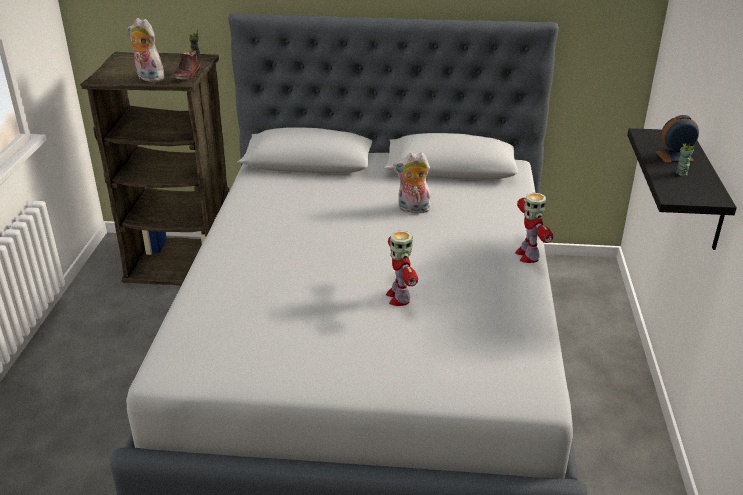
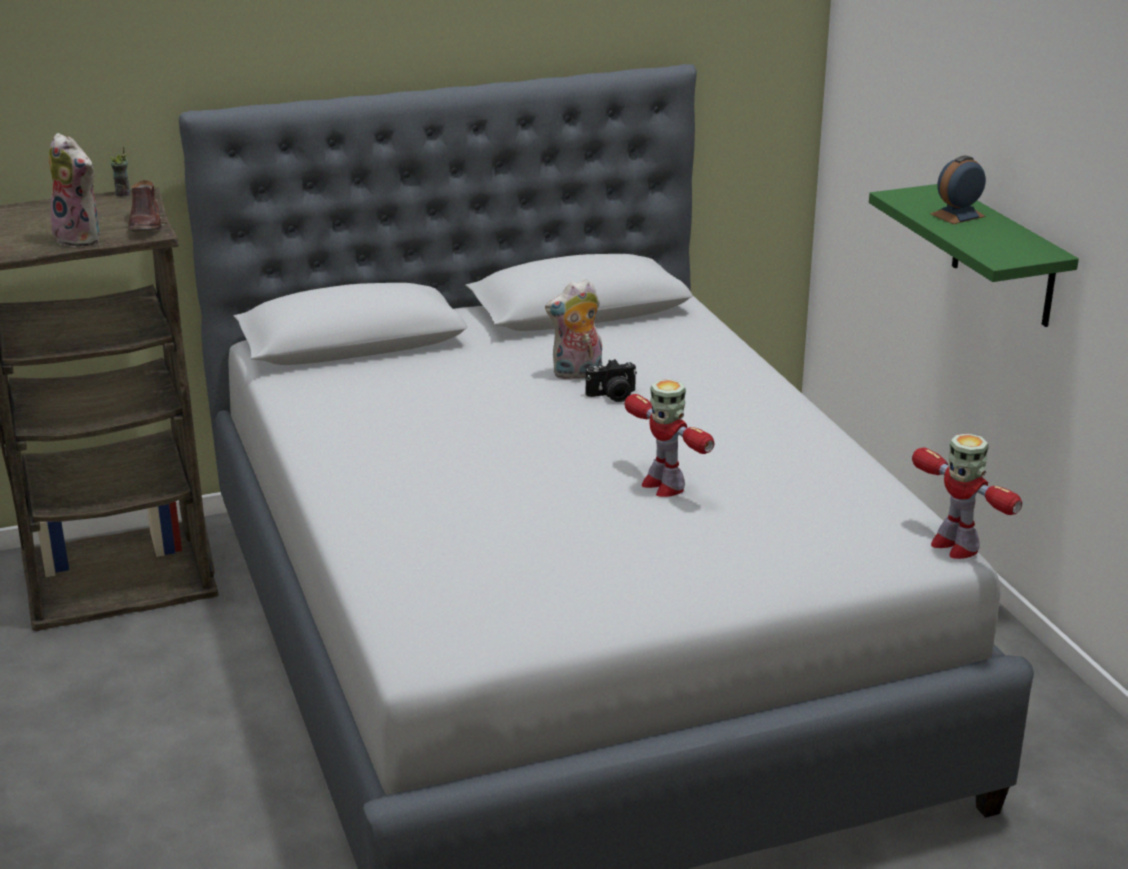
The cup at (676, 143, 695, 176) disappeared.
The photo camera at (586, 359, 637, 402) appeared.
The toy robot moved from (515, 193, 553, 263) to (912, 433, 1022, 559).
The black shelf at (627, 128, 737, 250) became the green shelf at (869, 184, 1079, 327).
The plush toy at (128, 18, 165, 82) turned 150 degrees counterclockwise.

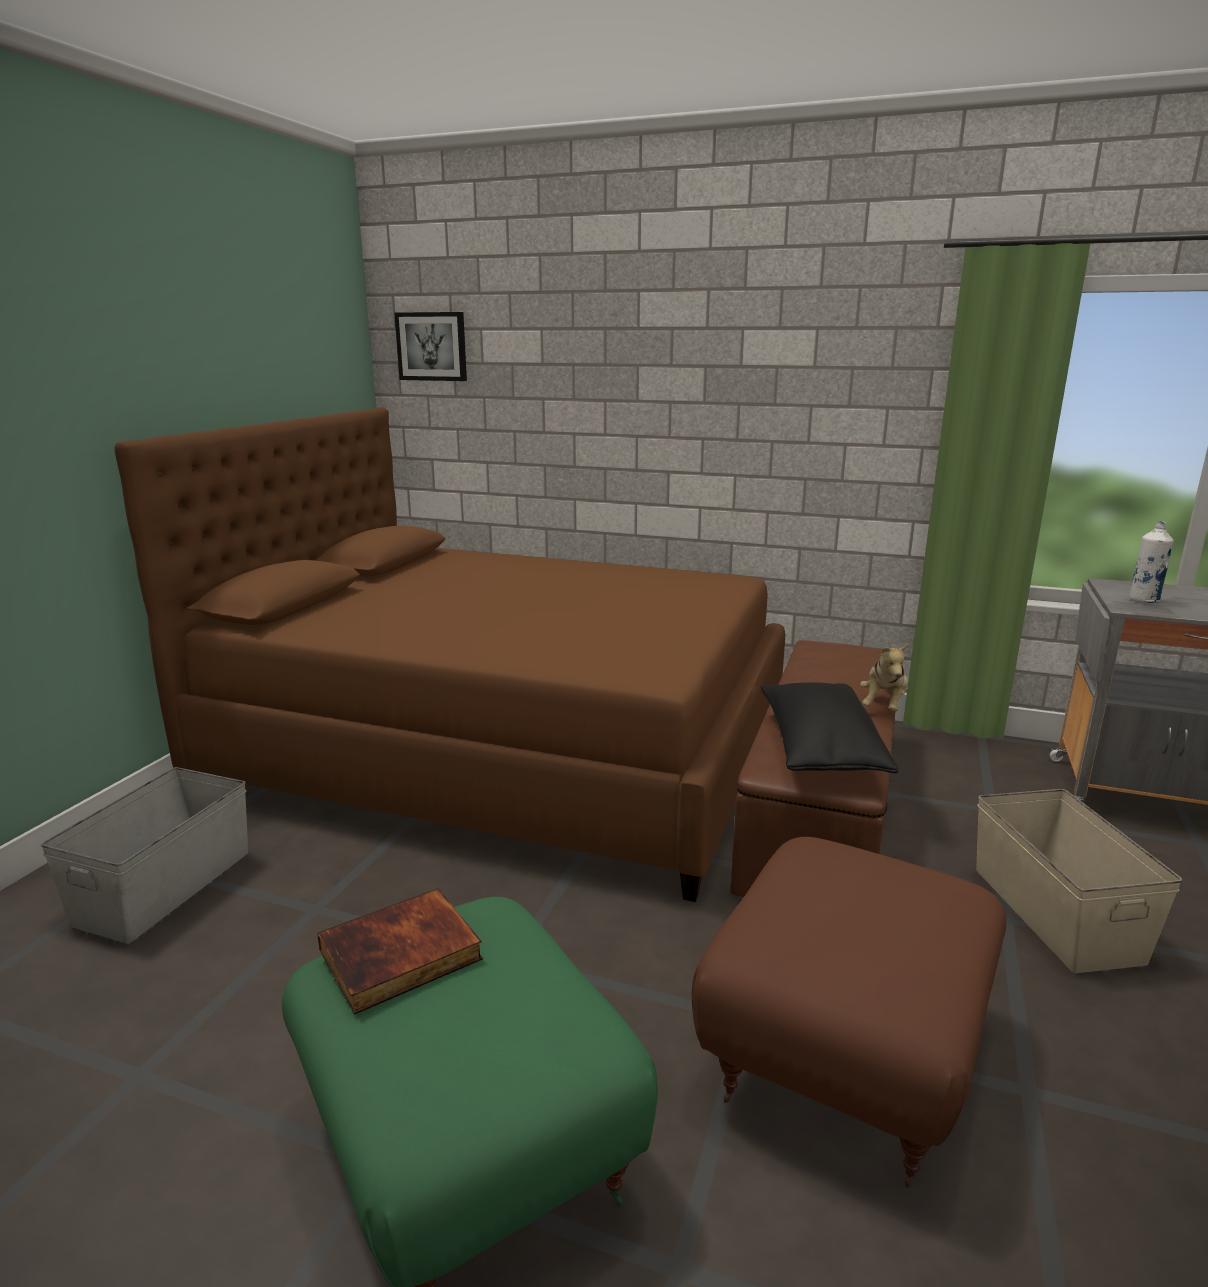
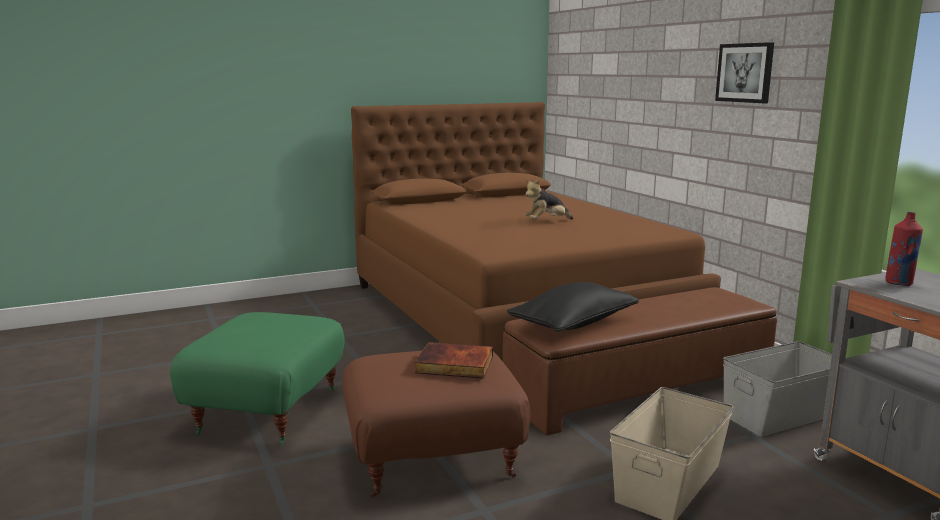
The grey storage box moved from (40, 767, 248, 944) to (723, 341, 832, 437).
The book moved from (317, 888, 483, 1015) to (415, 342, 493, 379).
The picture moved from (394, 312, 467, 381) to (715, 42, 774, 103).
The plush toy moved from (860, 643, 908, 712) to (525, 179, 573, 219).
The white bottle at (1129, 521, 1174, 603) became the red bottle at (885, 212, 923, 286).

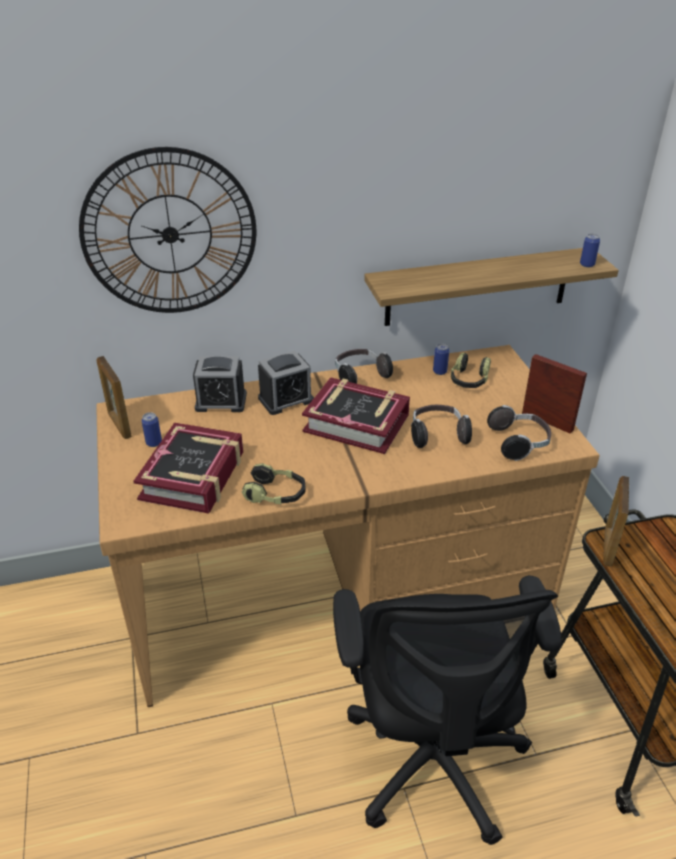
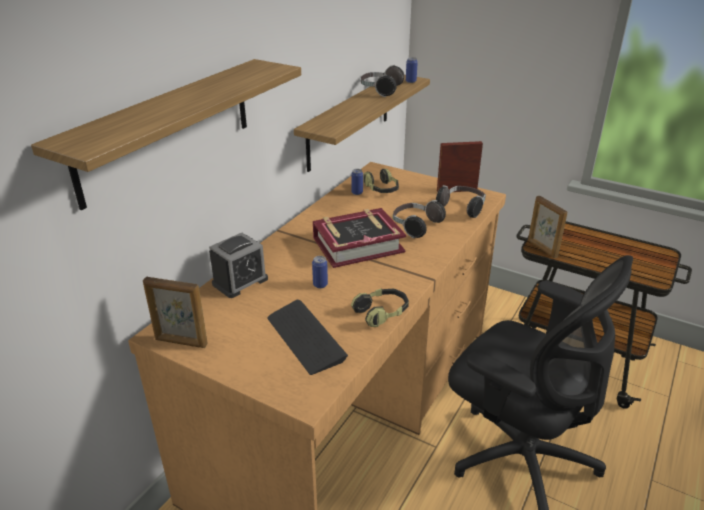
The alarm clock at (258, 351, 314, 415) disappeared.
The can moved from (142, 412, 162, 447) to (312, 256, 328, 288).
The headphones moved from (335, 349, 393, 384) to (361, 65, 404, 97).
The wall clock at (79, 147, 256, 313) was replaced by the shelf at (31, 59, 301, 210).
The book at (133, 423, 243, 514) was replaced by the keyboard at (267, 300, 348, 375).

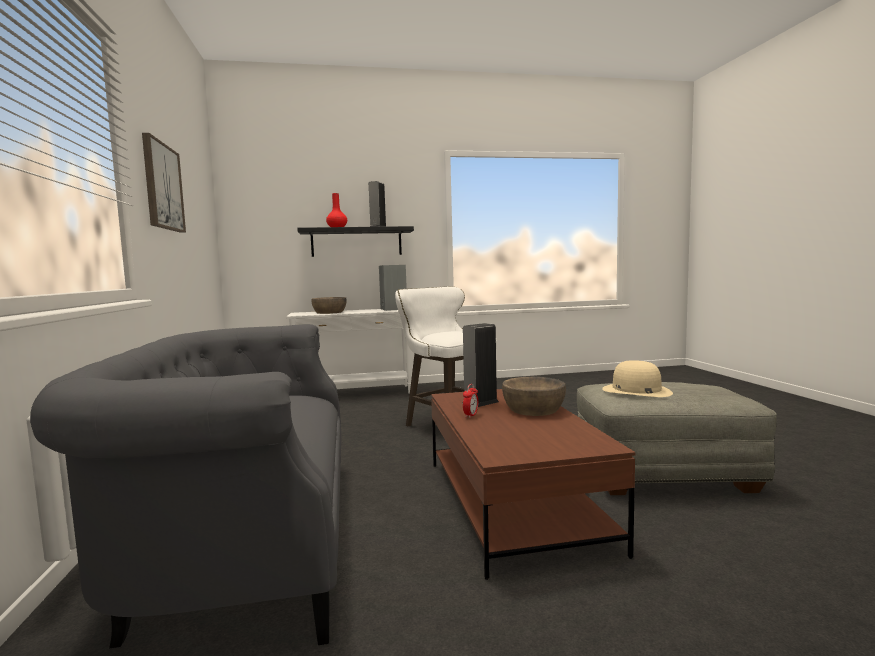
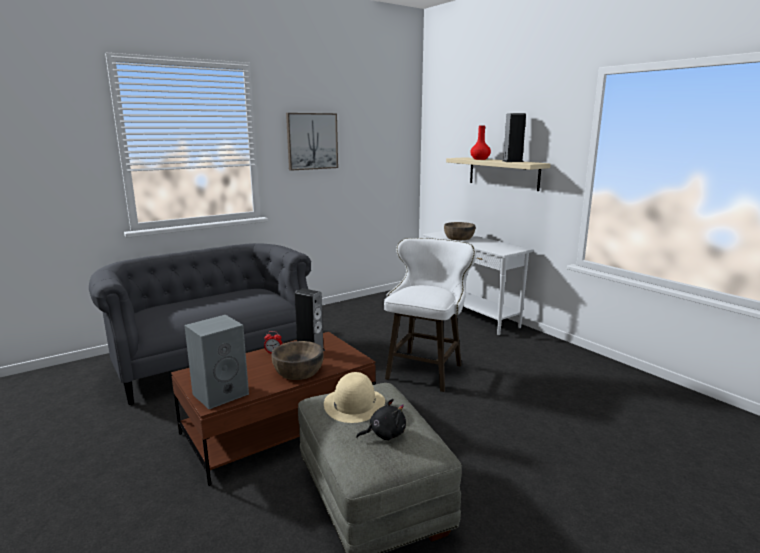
The black plush toy at (356, 399, 406, 441) appeared.
The grey speaker moved from (379, 265, 407, 311) to (184, 315, 249, 409).
The black shelf at (297, 226, 414, 257) became the beige shelf at (446, 157, 551, 191).

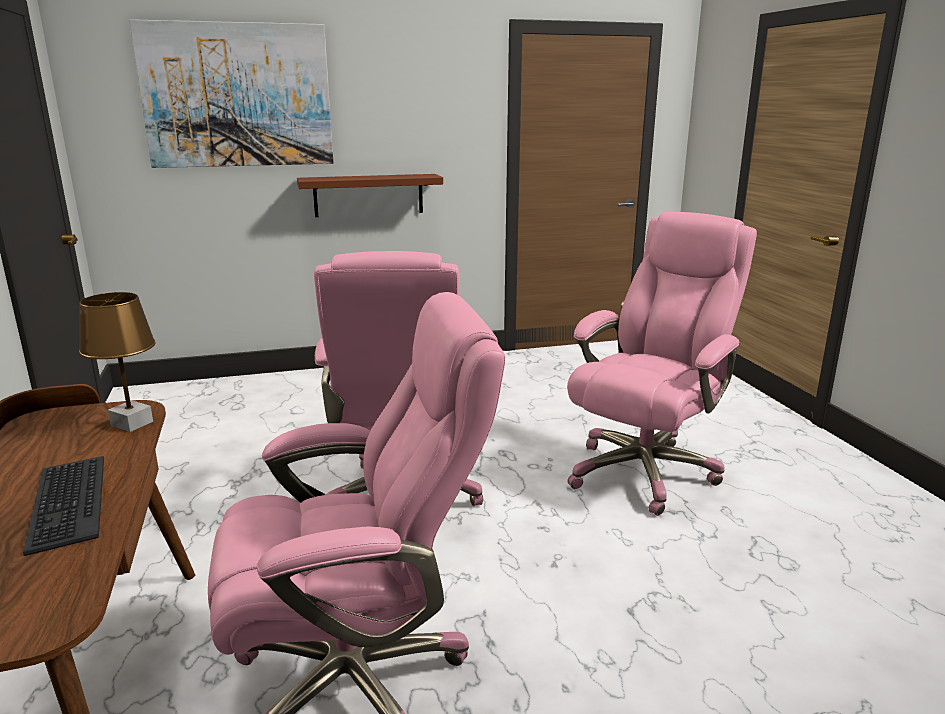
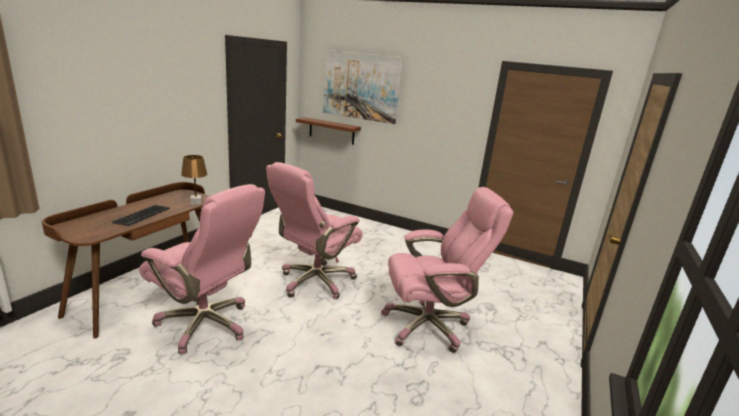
The brown shelf moved from (297, 174, 443, 217) to (296, 117, 361, 144).

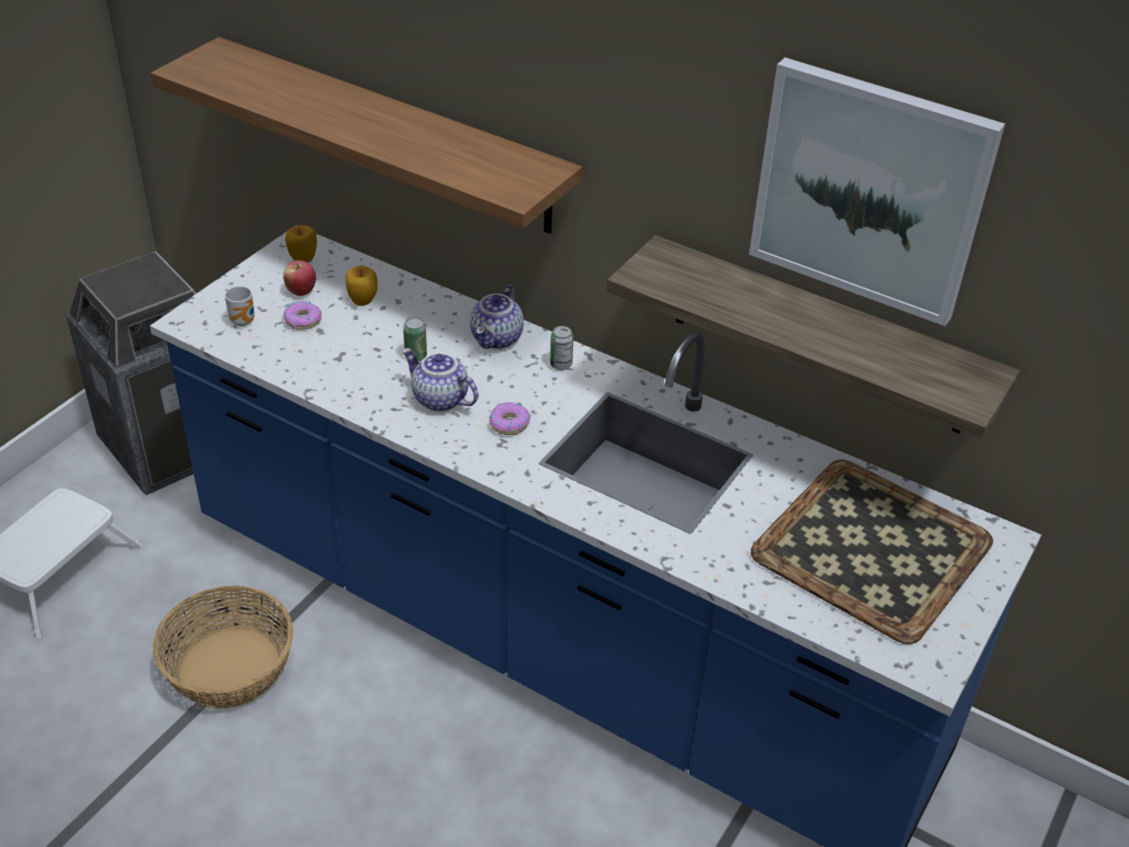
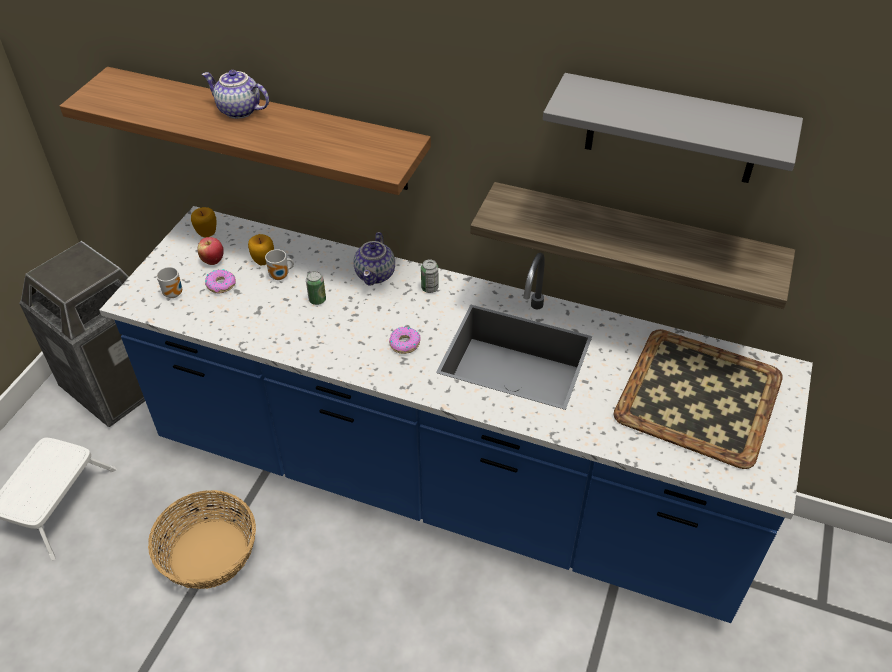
The mug at (265, 249, 294, 280) appeared.
The teapot moved from (402, 348, 478, 412) to (202, 70, 269, 119).
The picture at (749, 58, 1005, 326) was replaced by the grey shelf at (543, 73, 803, 183).

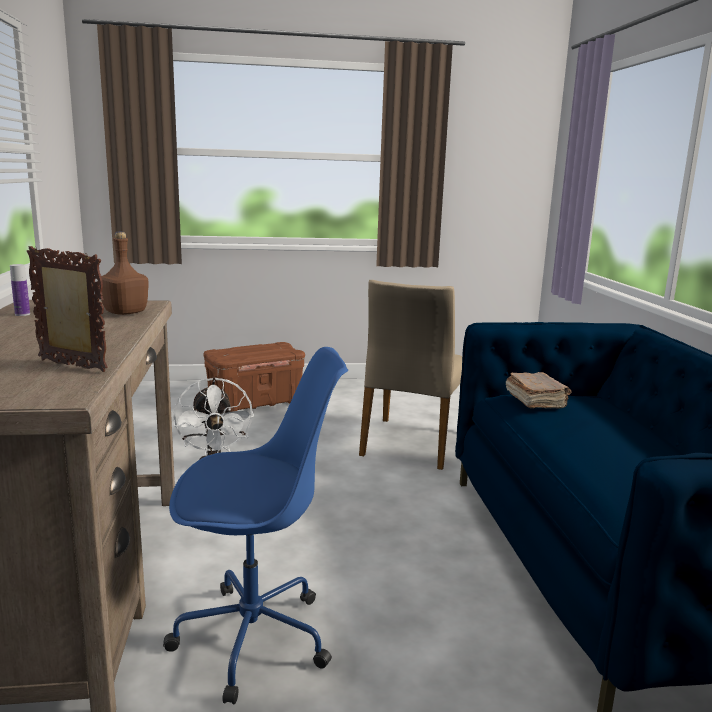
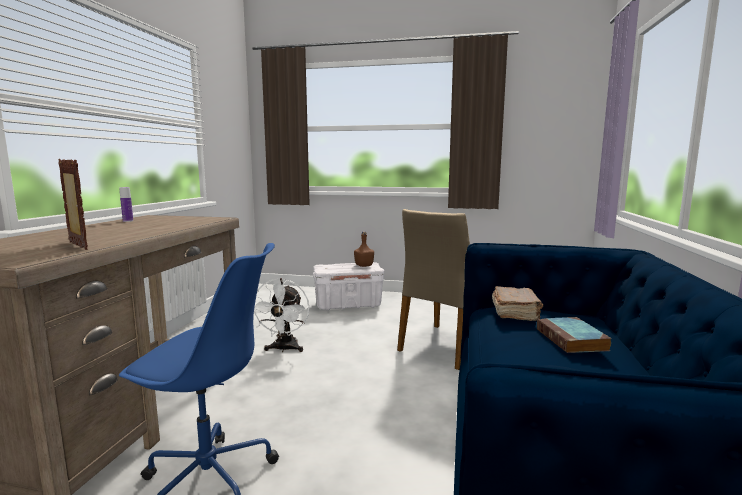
The book at (537, 317, 612, 353) appeared.
The brown bottle moved from (101, 232, 149, 315) to (354, 231, 374, 267).
The brown storage box at (203, 342, 305, 412) became the white storage box at (313, 262, 384, 310).

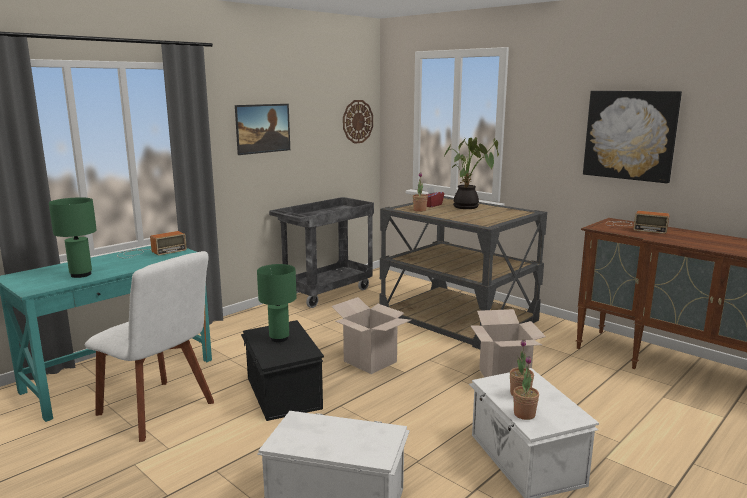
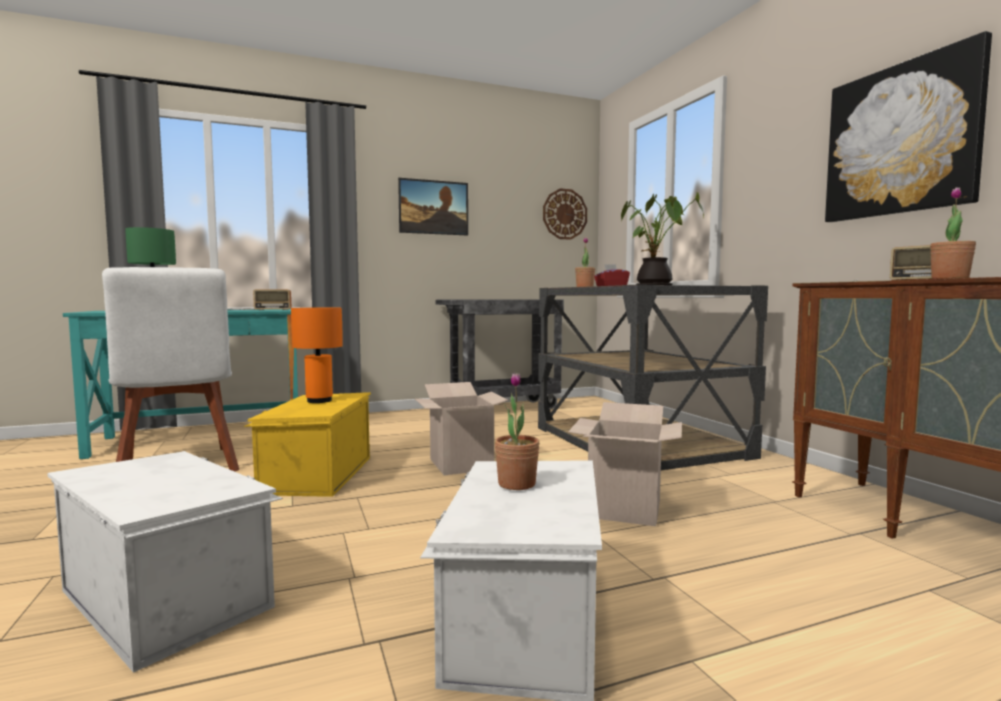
The potted plant moved from (513, 356, 539, 420) to (930, 187, 976, 279).
The black storage box at (241, 320, 324, 421) became the yellow storage box at (244, 392, 371, 497).
The green table lamp at (257, 264, 296, 342) became the orange table lamp at (291, 307, 343, 403).

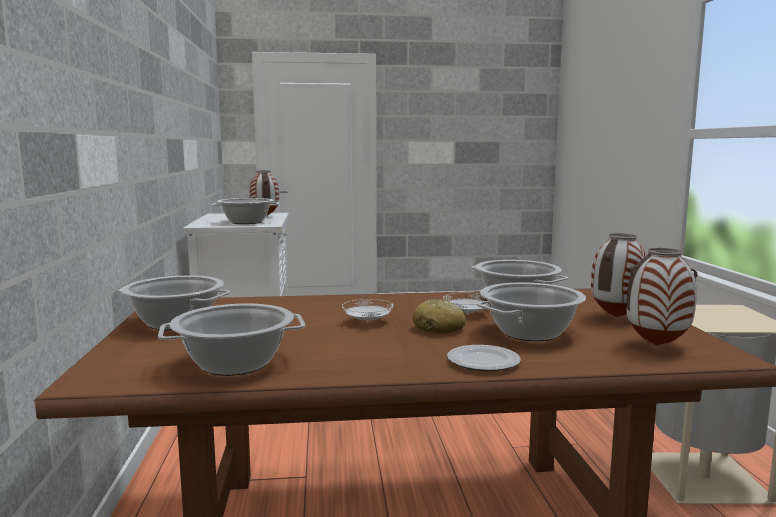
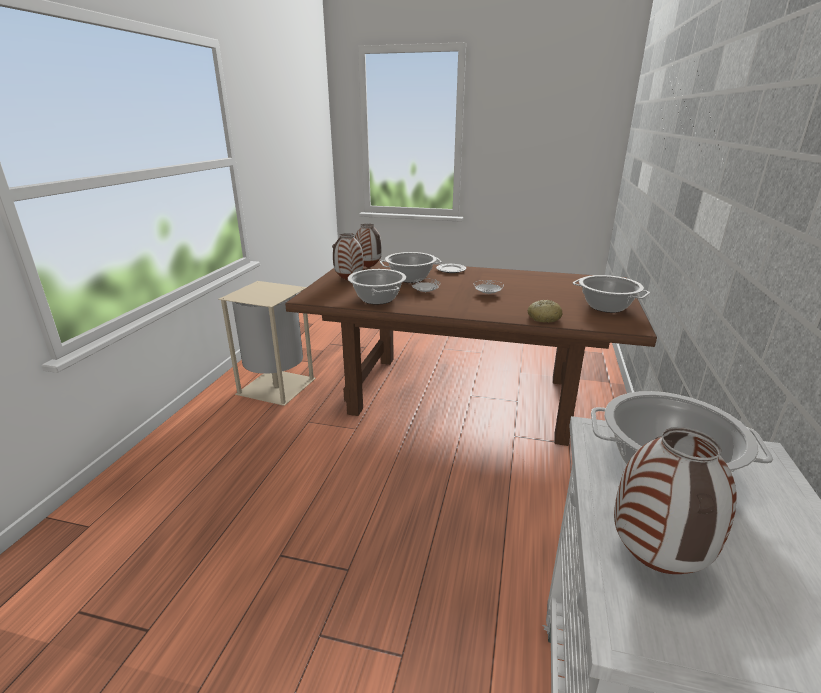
The cooking pot at (158, 304, 305, 376) disappeared.
The bread moved from (412, 299, 466, 334) to (528, 300, 563, 323).

